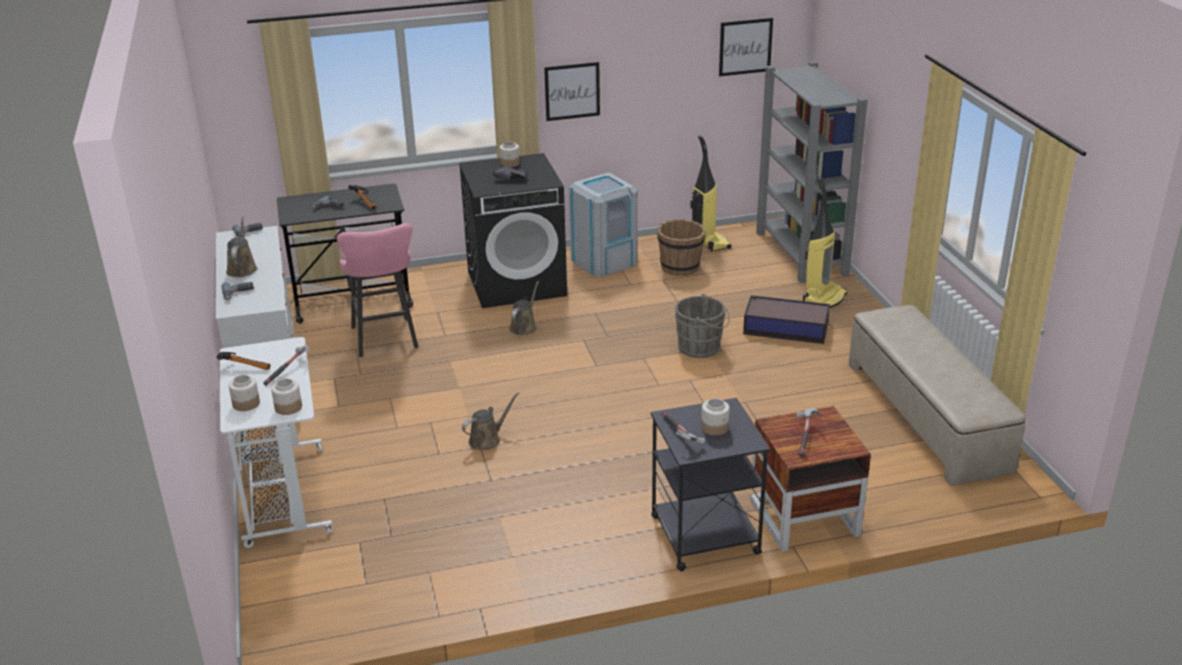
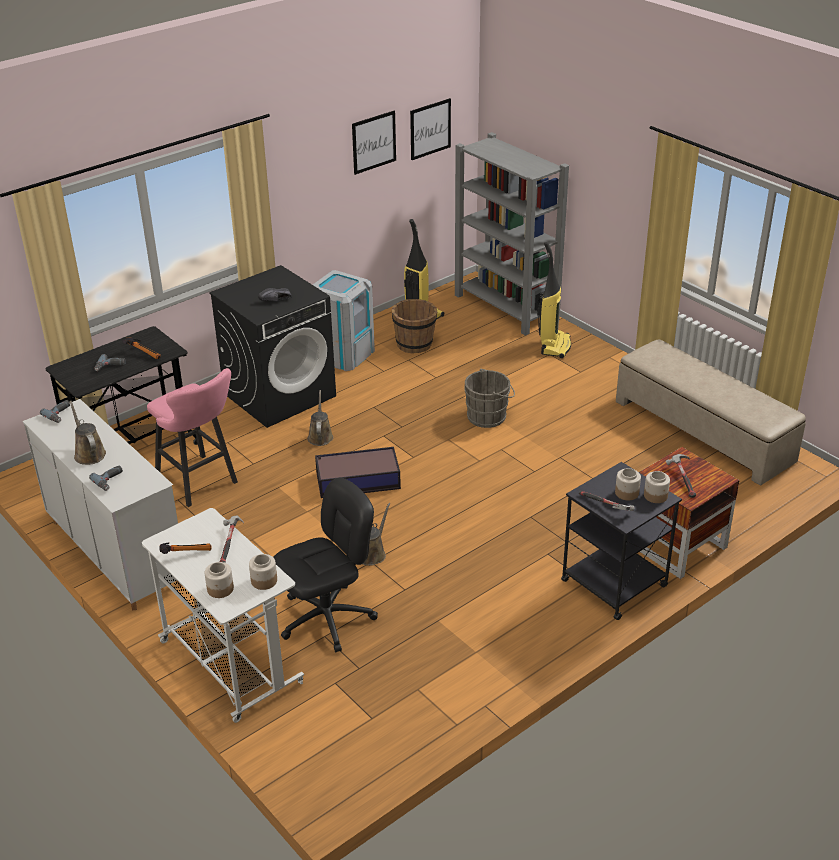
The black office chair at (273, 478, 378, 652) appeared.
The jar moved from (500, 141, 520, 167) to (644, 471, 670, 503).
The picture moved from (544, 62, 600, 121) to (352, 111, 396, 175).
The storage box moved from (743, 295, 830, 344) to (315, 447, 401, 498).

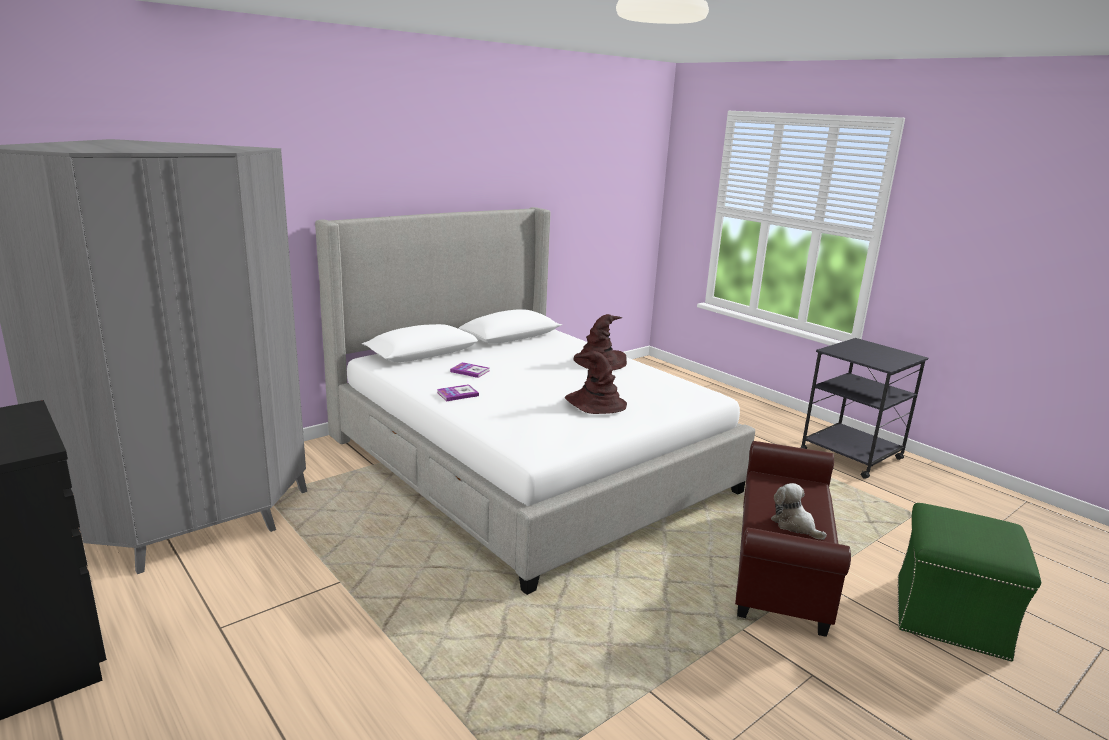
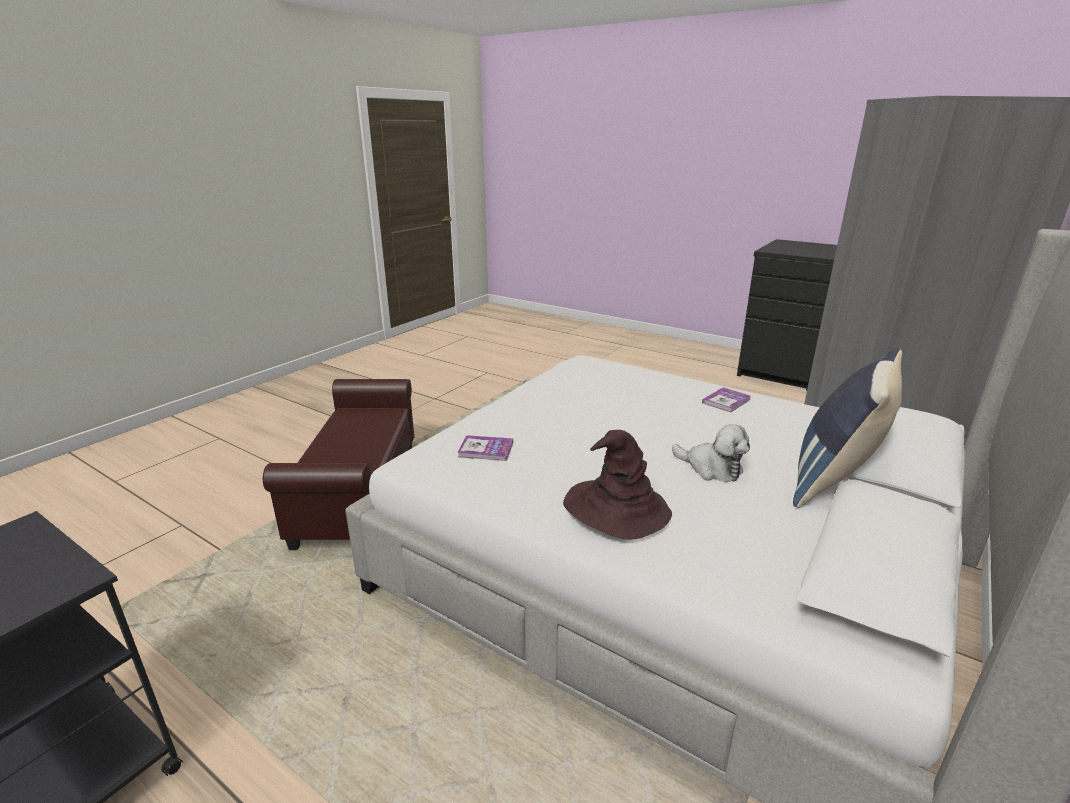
The brown hat at (565, 351, 627, 414) disappeared.
The green ottoman at (898, 503, 1041, 661) disappeared.
The blue pillow at (793, 349, 902, 508) appeared.
The book moved from (450, 362, 489, 378) to (457, 435, 513, 461).
The plush toy moved from (771, 483, 827, 540) to (672, 424, 750, 482).

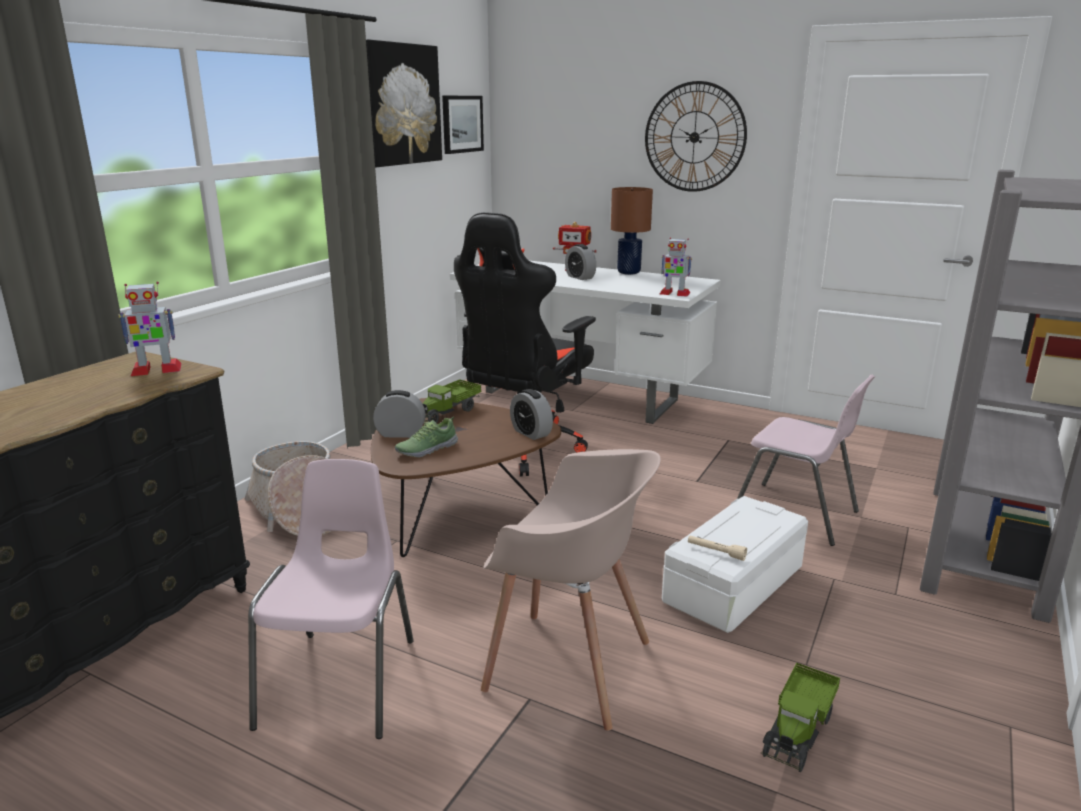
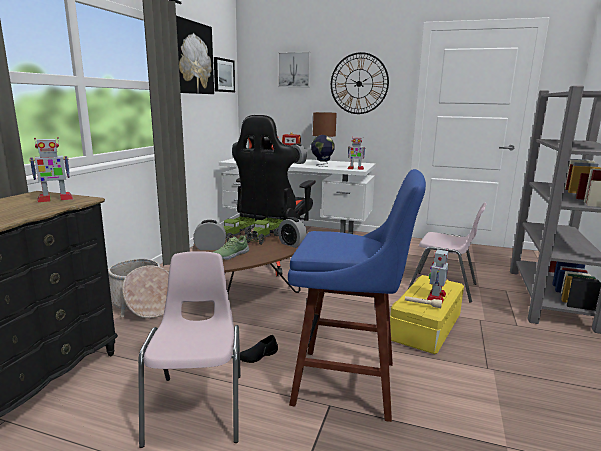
The black shoe at (240, 335, 278, 363) appeared.
The picture at (278, 52, 311, 88) appeared.
The globe at (311, 135, 335, 167) appeared.
The toy robot at (427, 249, 449, 303) appeared.
The toy truck moved from (761, 663, 840, 772) to (246, 218, 283, 245).
The beige chair at (481, 449, 661, 731) was replaced by the blue stool at (288, 169, 426, 422).
The white storage box at (662, 496, 808, 633) became the yellow storage box at (390, 275, 464, 354).

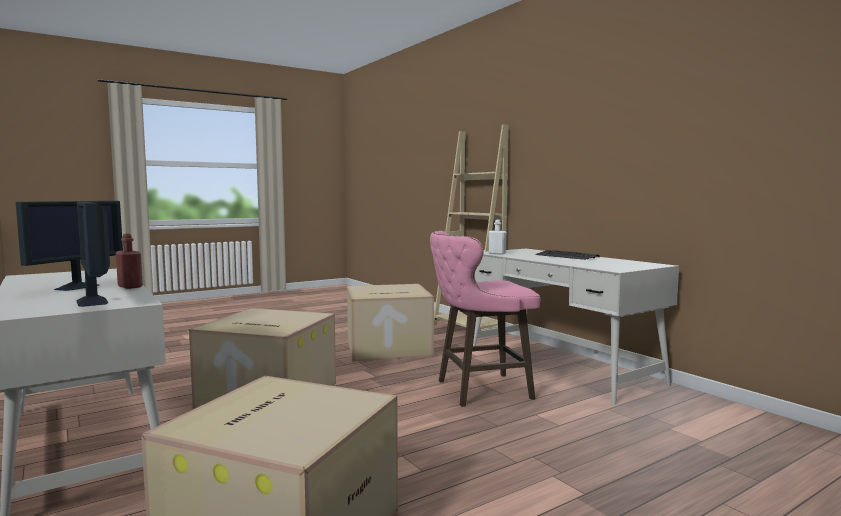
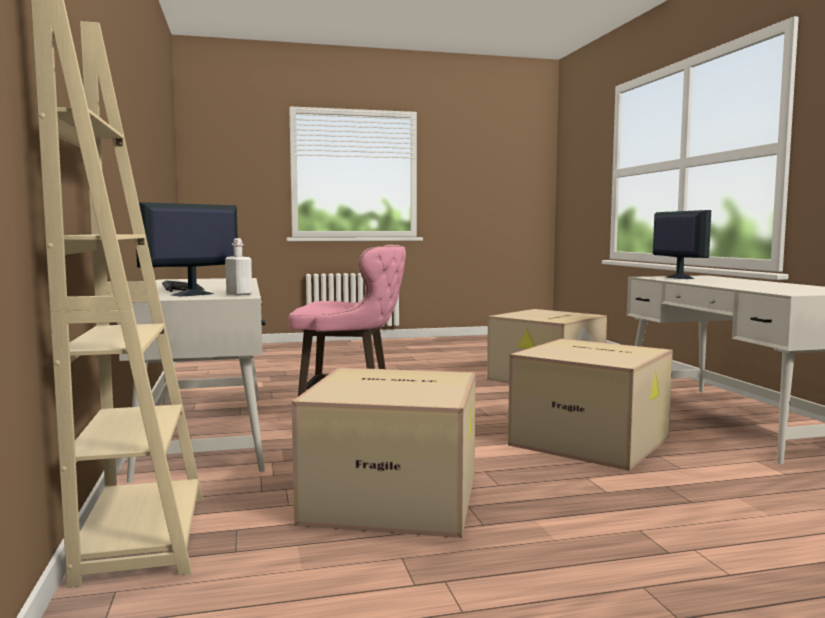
The red bottle at (116, 234, 143, 289) disappeared.
The monitor moved from (16, 201, 123, 291) to (136, 202, 238, 296).

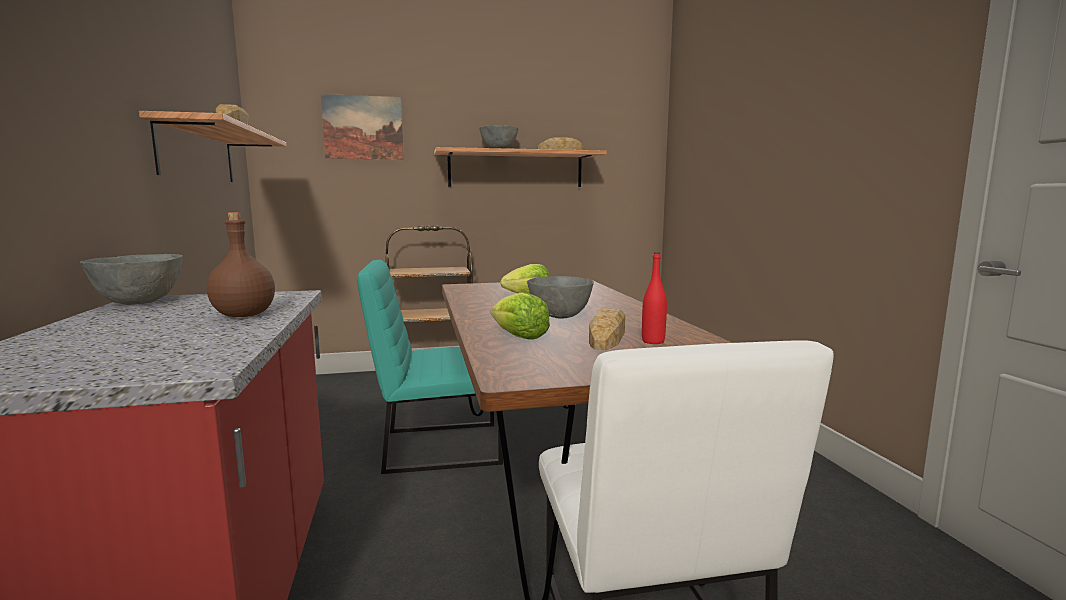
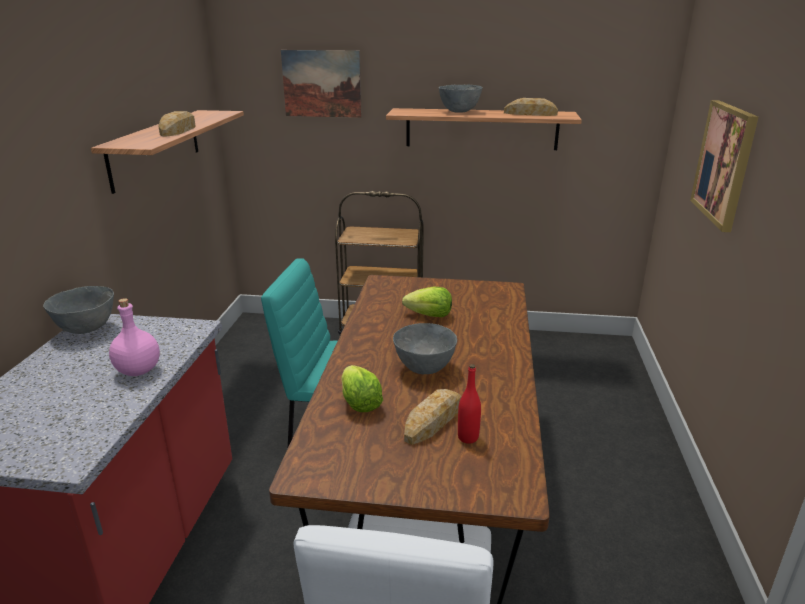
The picture at (690, 100, 758, 232) appeared.
The brown bottle at (207, 212, 275, 317) became the pink bottle at (109, 298, 160, 376).

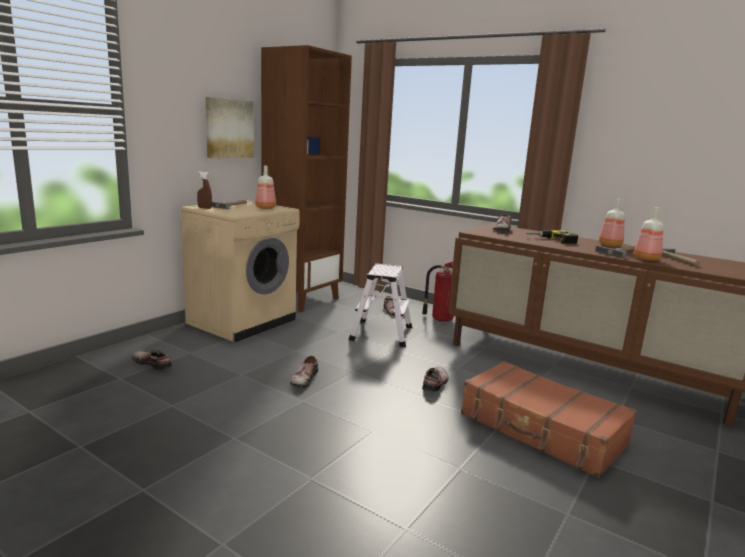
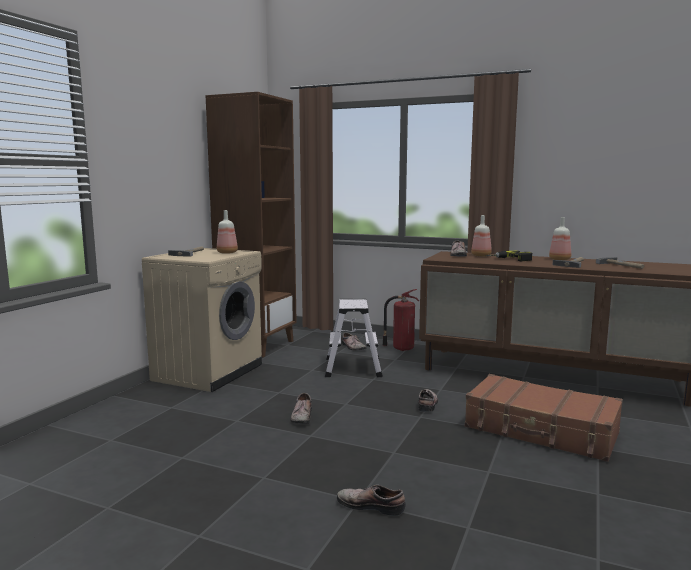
The brown spray bottle at (197, 171, 212, 209) disappeared.
The picture at (206, 97, 254, 158) disappeared.
The shoe moved from (132, 350, 172, 371) to (337, 485, 406, 516).
The bottle moved from (634, 207, 663, 261) to (471, 215, 492, 257).

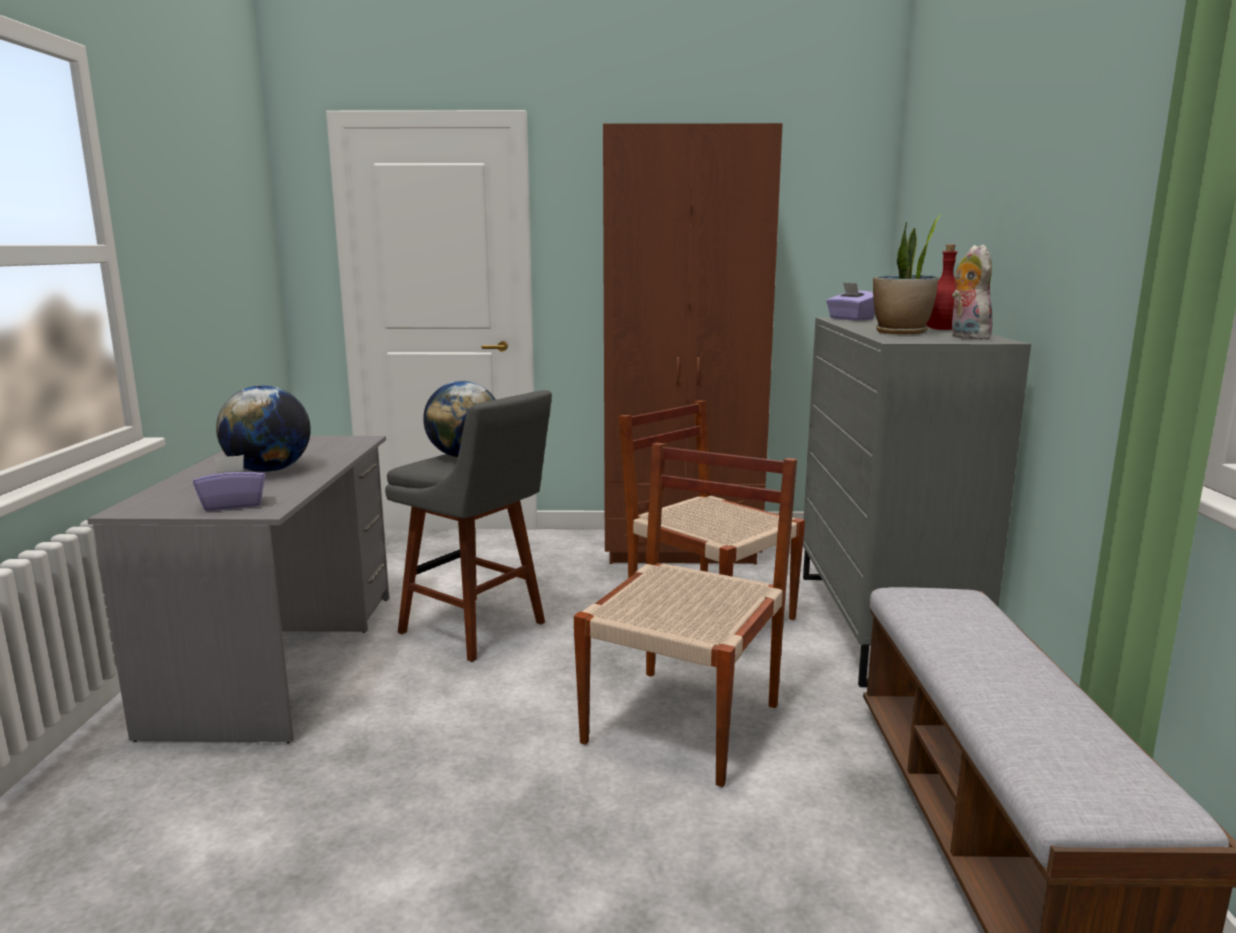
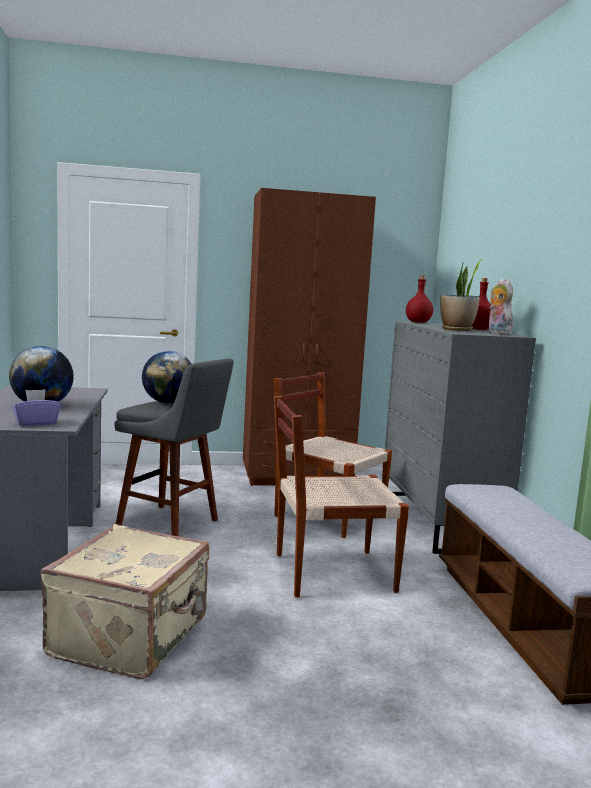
The beige suitcase at (40, 524, 209, 679) appeared.
The purple tissue box at (826, 282, 875, 321) was replaced by the red bottle at (406, 276, 433, 323).
The chair at (574, 443, 797, 787) turned 120 degrees counterclockwise.

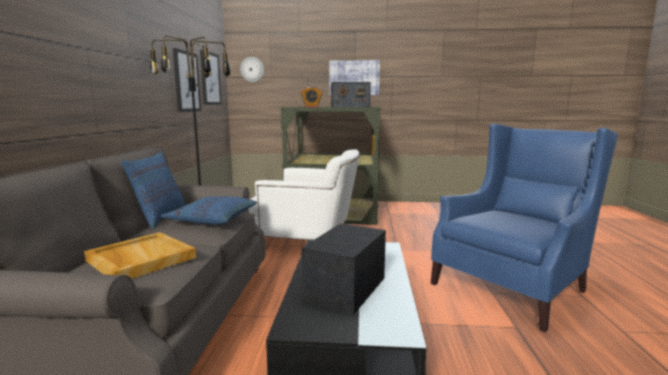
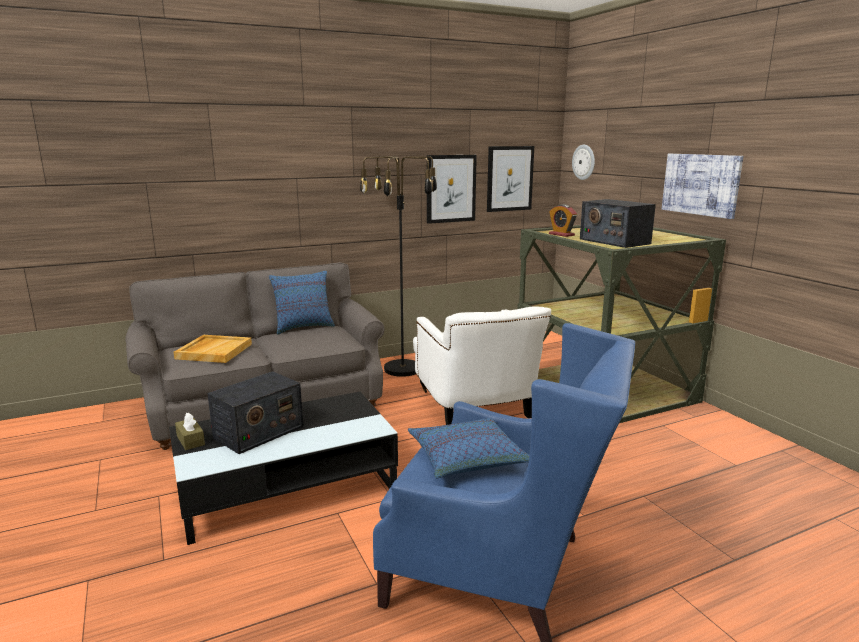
The brown tissue box at (175, 413, 205, 450) appeared.
The blue pillow moved from (161, 196, 257, 225) to (408, 418, 529, 479).
The radio at (302, 223, 386, 315) turned 135 degrees clockwise.

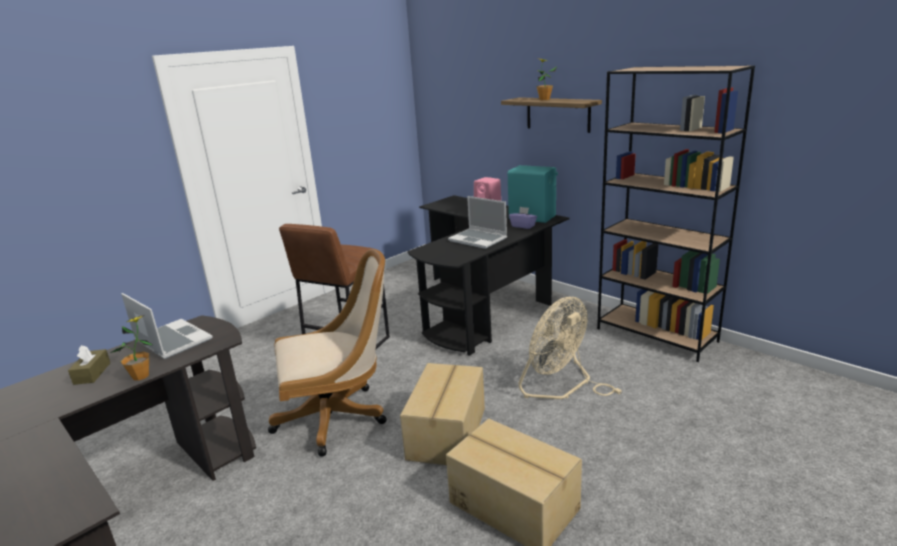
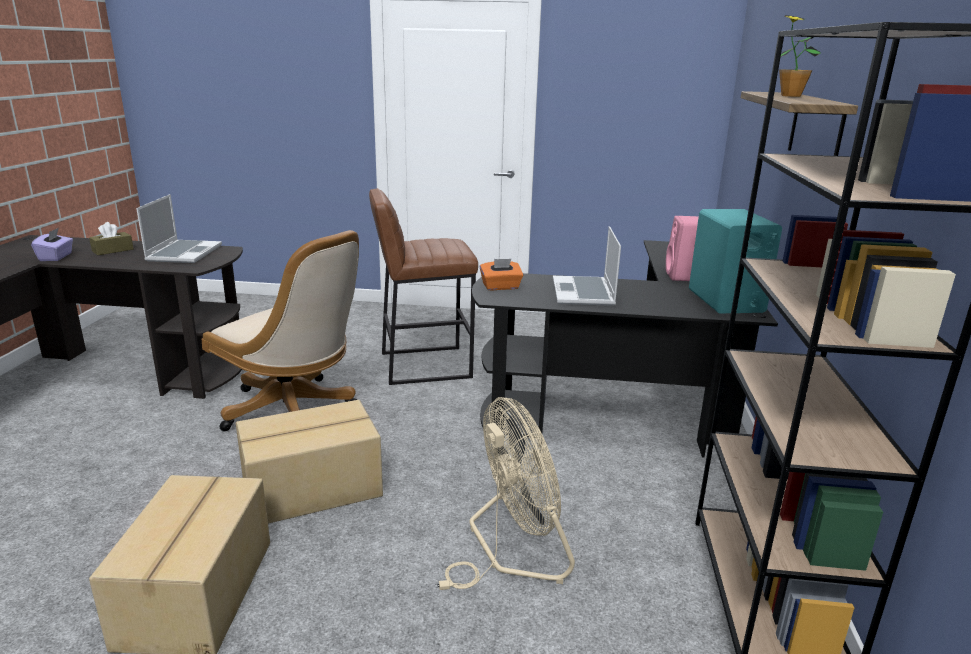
The potted plant at (111, 315, 152, 381) disappeared.
The orange tissue box at (480, 259, 523, 290) appeared.
The purple tissue box moved from (509, 207, 537, 229) to (31, 228, 73, 261).
The beige fan at (518, 297, 622, 399) turned 60 degrees clockwise.

